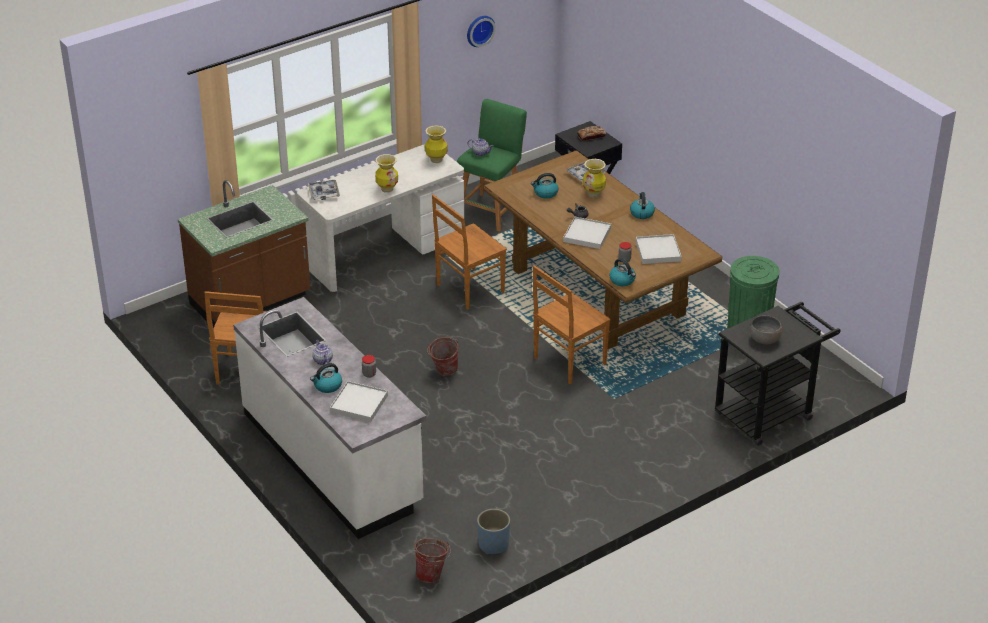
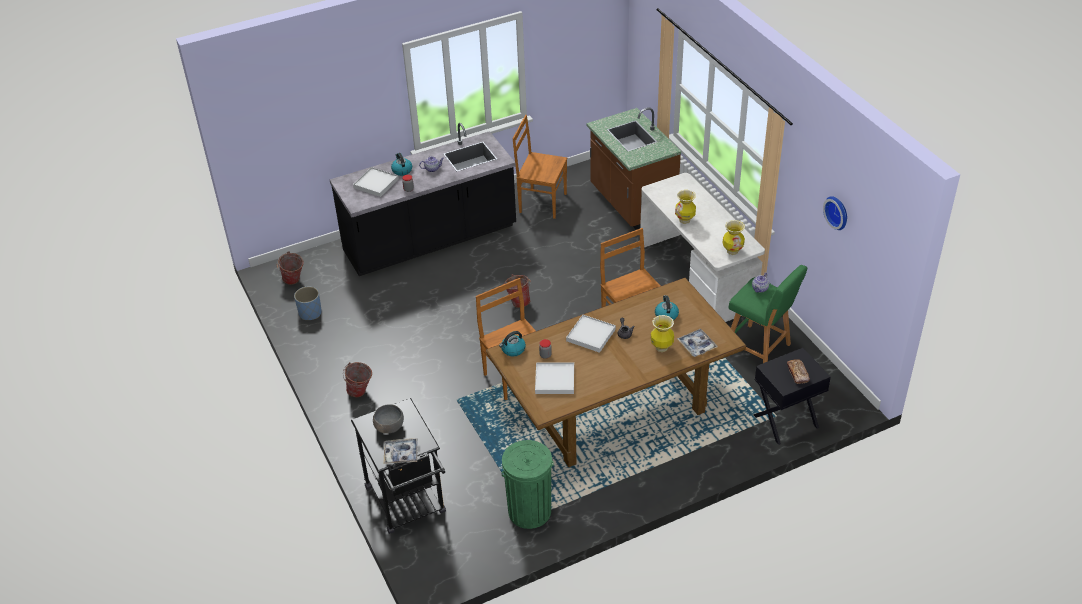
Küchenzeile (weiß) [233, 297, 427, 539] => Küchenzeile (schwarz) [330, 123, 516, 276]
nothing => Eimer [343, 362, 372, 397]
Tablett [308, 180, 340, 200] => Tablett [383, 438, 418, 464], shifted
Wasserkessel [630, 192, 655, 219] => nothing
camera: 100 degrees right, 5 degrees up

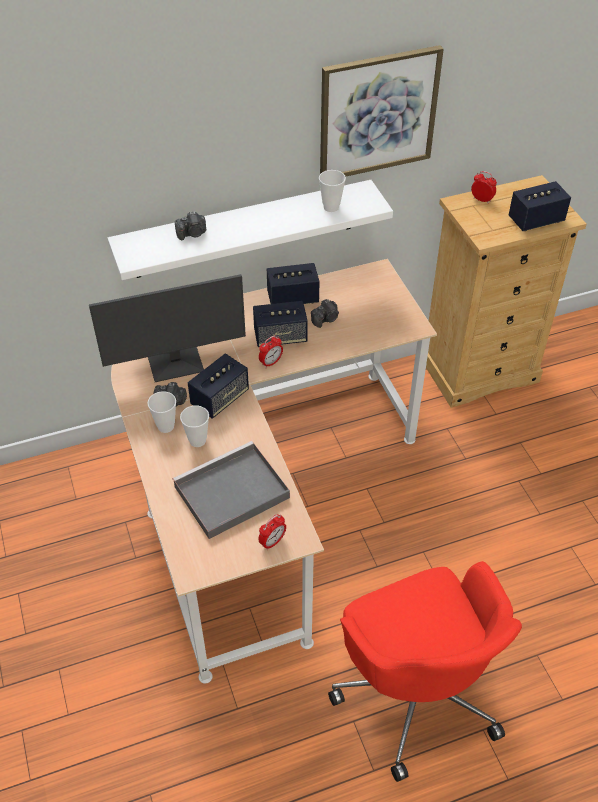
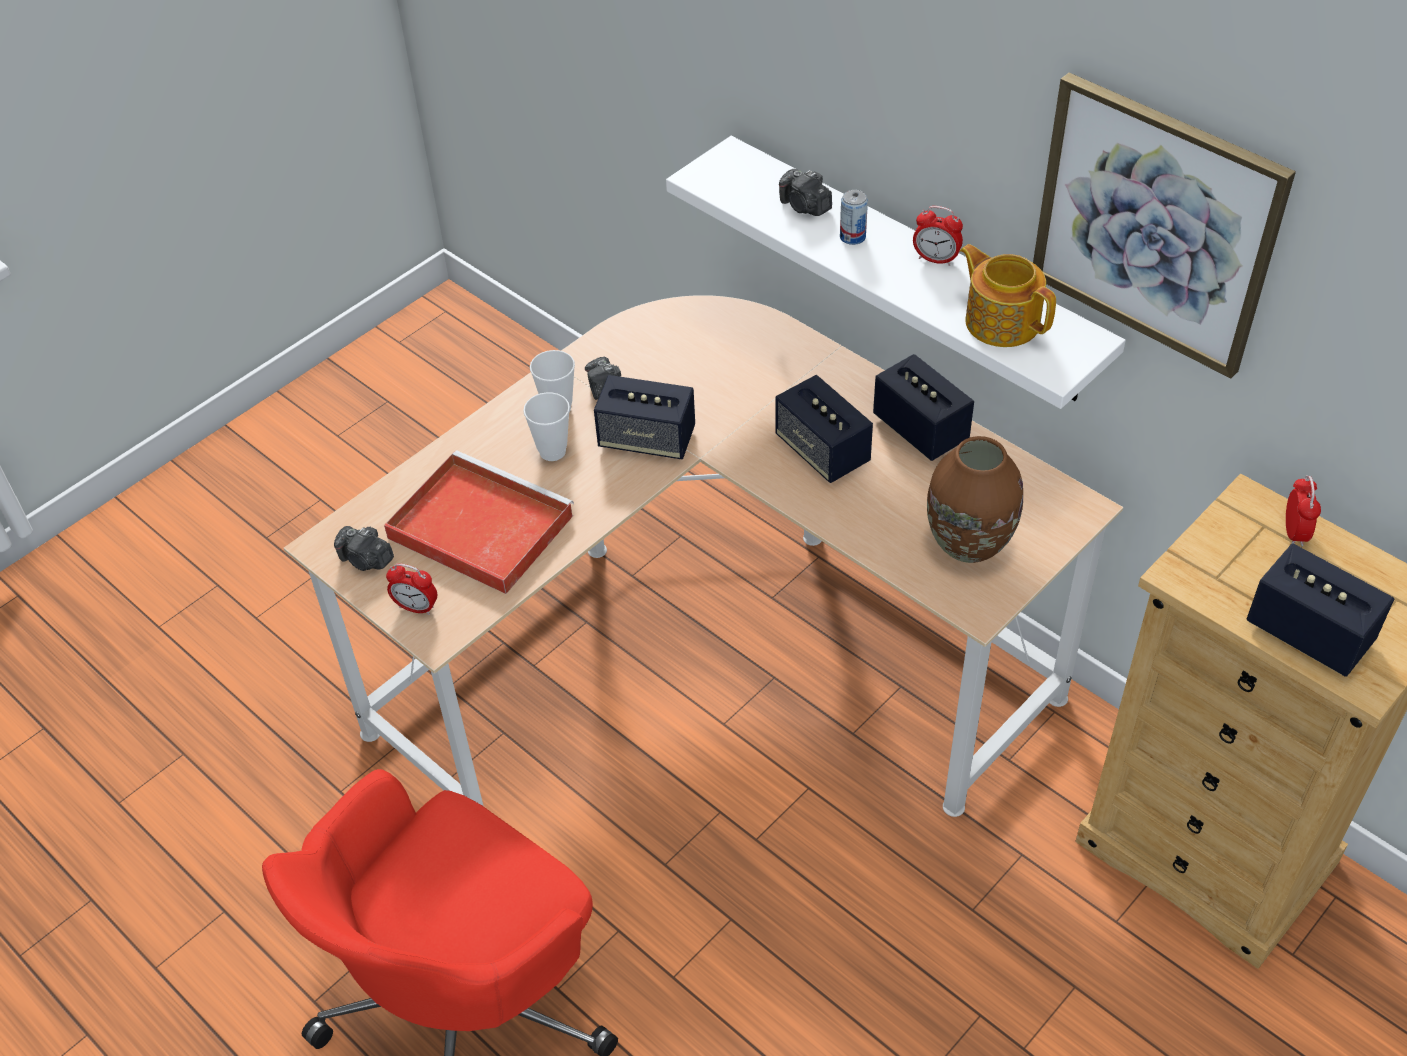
Kamera [311, 299, 339, 328] => Kamera [334, 526, 394, 571], shifted
Tablett (grau) [173, 441, 290, 539] => Tablett (rot) [384, 450, 574, 594]
nothing => Dose [840, 190, 868, 245]
Wecker [259, 335, 283, 368] => Wecker [913, 206, 963, 266], shifted
nothing => Vase (braun) [927, 436, 1023, 563]
Tasse [319, 170, 346, 212] => Teekanne [960, 244, 1056, 347]
Monitor [89, 274, 246, 382] => nothing
camera: 65 degrees right, 0 degrees up

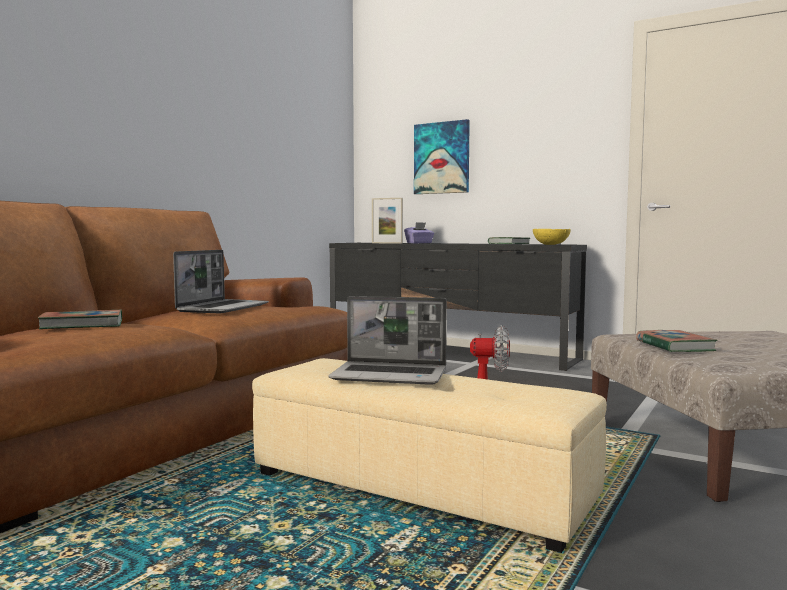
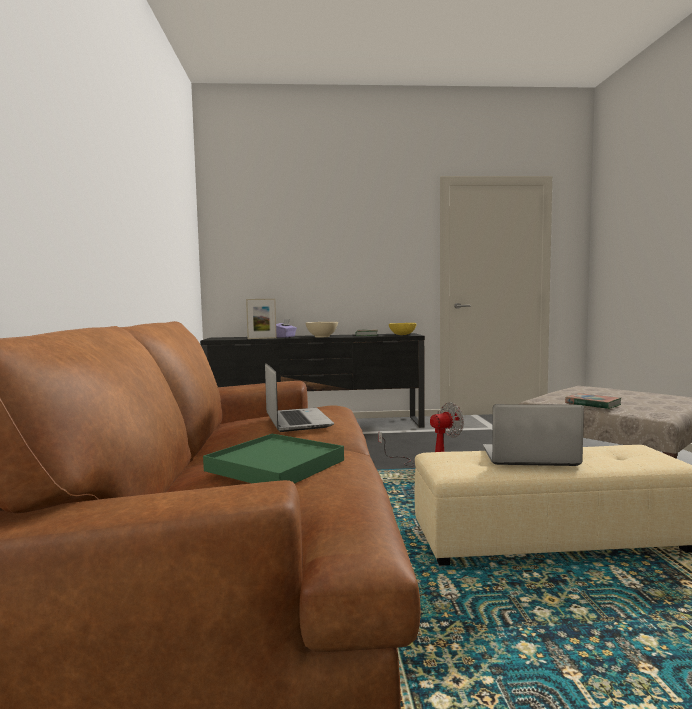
Buch [38, 310, 122, 329] => Tablett (grün) [203, 434, 344, 484]
nothing => Schüssel (beige) [306, 322, 338, 337]
Laptop [328, 296, 447, 385] => Laptop [483, 404, 584, 466], 150 degrees counterclockwise
Bild [414, 119, 470, 194] => nothing
camera: 35 degrees left, 0 degrees up

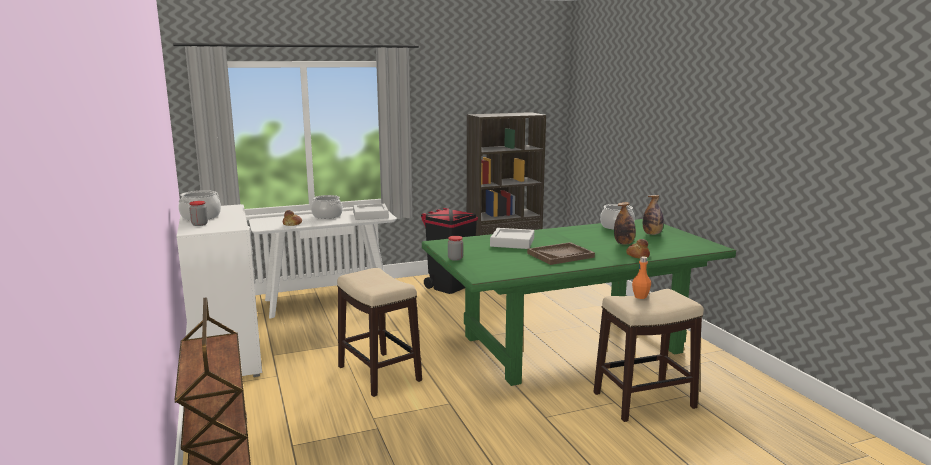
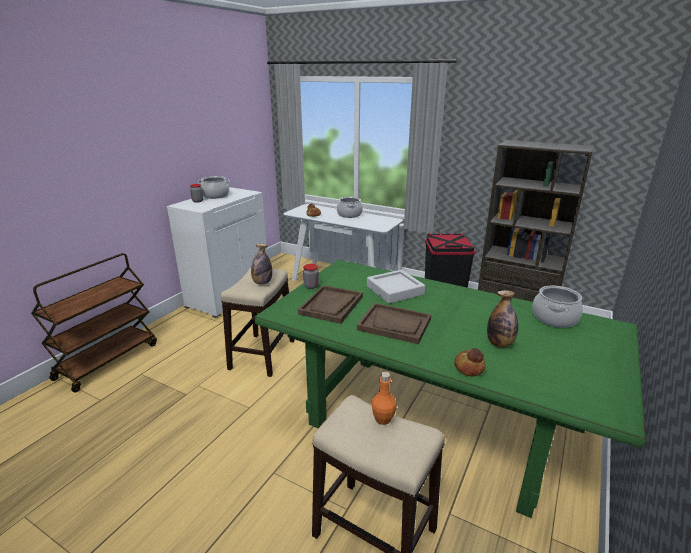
Flasche [643, 195, 664, 235] => Flasche [251, 244, 272, 285], shifted
nothing => Tablett (braun) [298, 285, 363, 324]
Tablett (grau) [353, 204, 389, 220] => nothing
camera: 50 degrees right, 10 degrees up

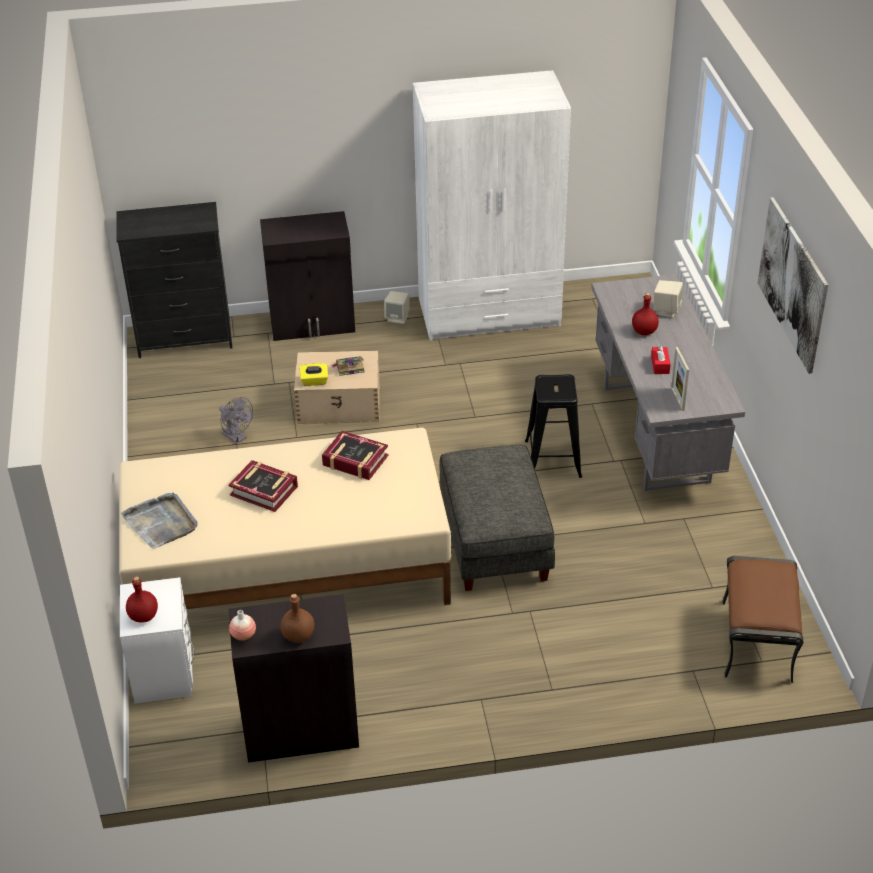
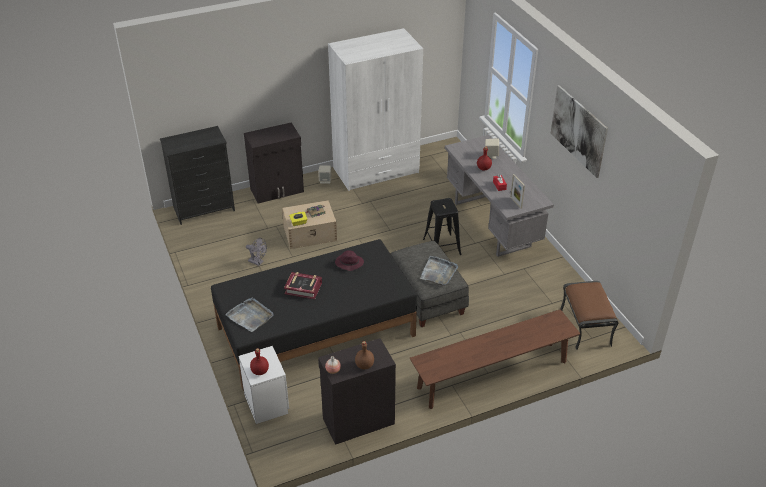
Bett (beige) [119, 428, 451, 609] => Bett (schwarz) [211, 239, 417, 391]
Buch [322, 431, 388, 480] => Hut (lila) [335, 250, 364, 271]
nothing => Bank (braun) [410, 309, 581, 409]
nothing => Tablett (grau) [420, 256, 458, 286]
camera: 15 degrees left, 0 degrees up

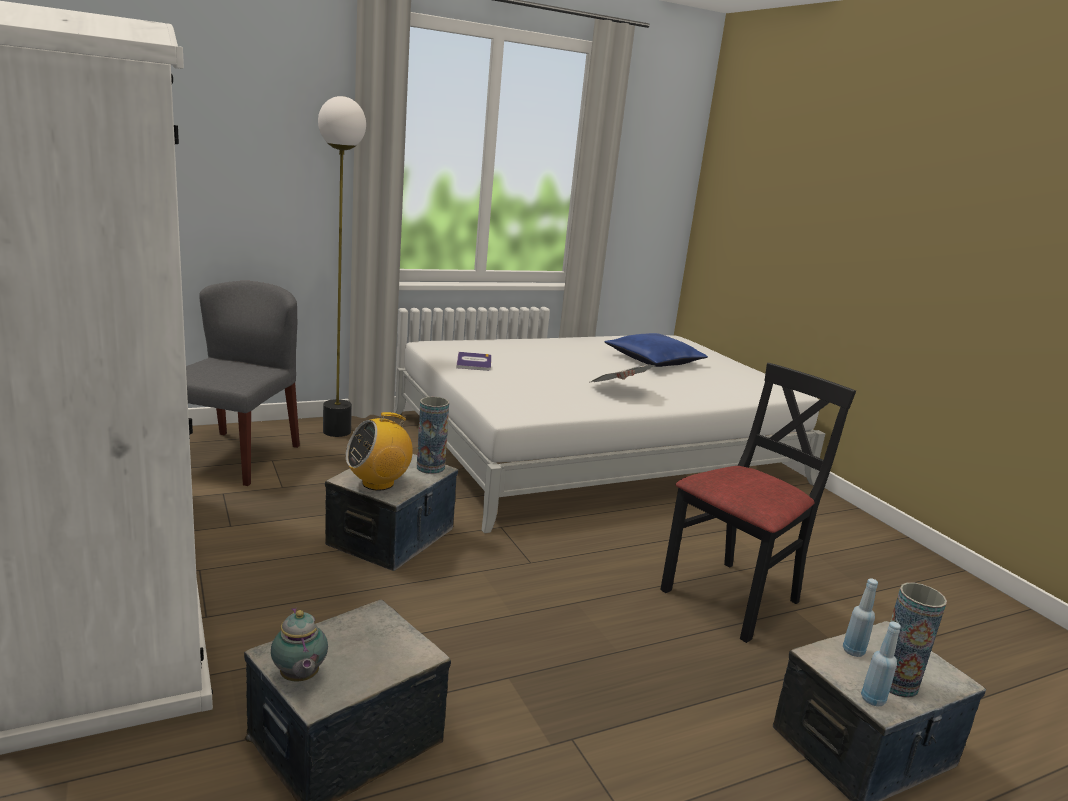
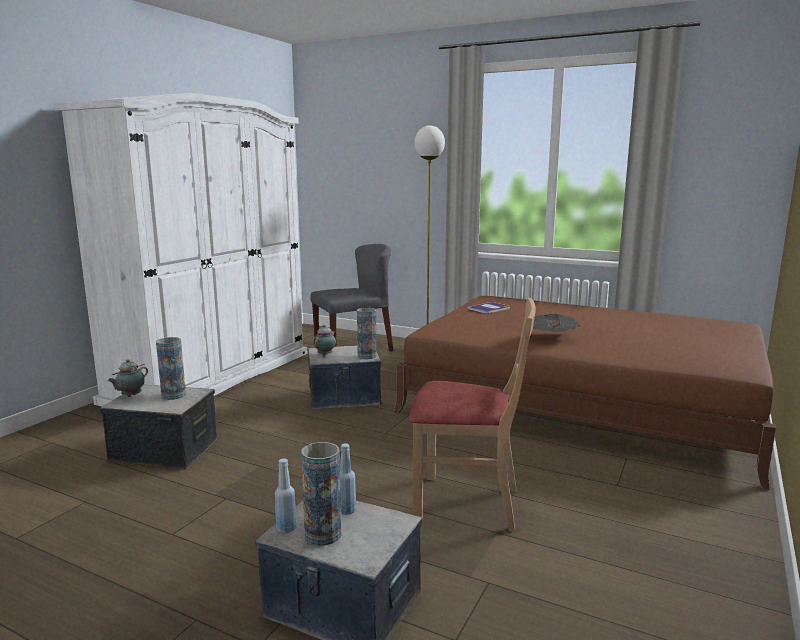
nothing => Vase [156, 337, 186, 400]
Radio [346, 412, 413, 490] => Teekanne [313, 325, 336, 356]
Bett (weiß) [393, 335, 825, 533] => Bett (braun) [393, 296, 776, 490]
Stuhl (schwarz) [660, 363, 856, 643] => Stuhl (beige) [409, 298, 536, 532]
Kissen (blau) [605, 333, 708, 367] => nothing
camera: 55 degrees right, 5 degrees down

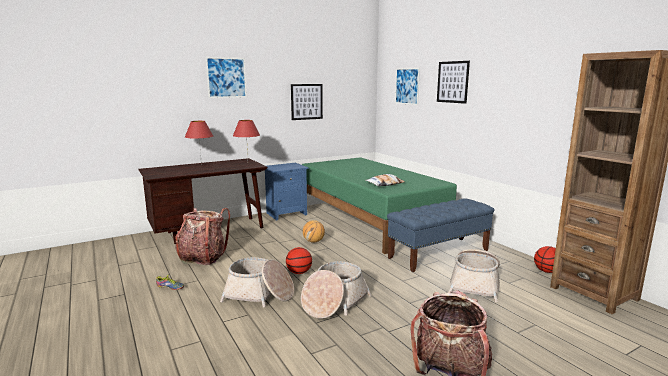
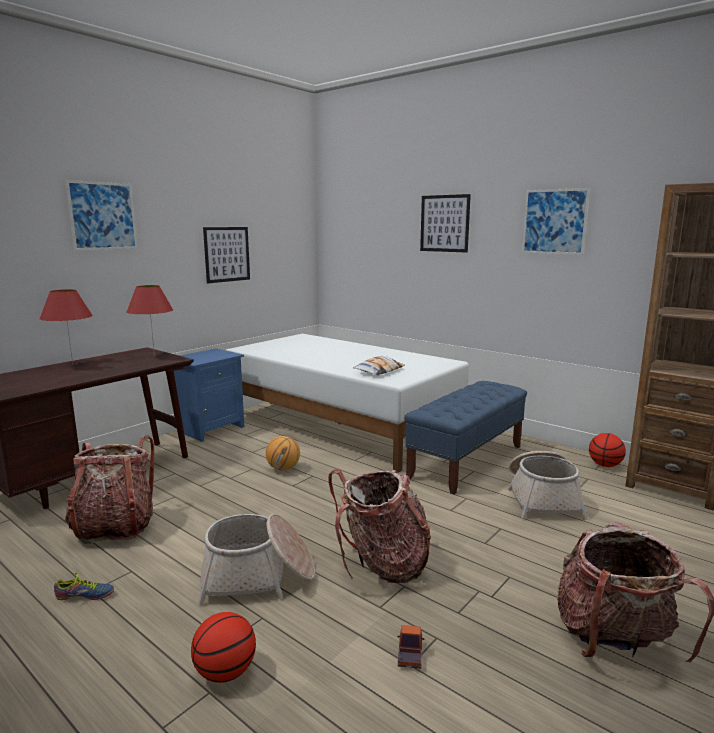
Basketball [286, 247, 312, 274] => Basketball [191, 612, 256, 683], shifted
Bett (grün) [302, 157, 457, 254] => Bett (weiß) [226, 334, 469, 473]
Korb [301, 261, 372, 319] => Rucksack [328, 469, 431, 583]
nothing => Spielzeuglaster [397, 625, 425, 669]
Bild [395, 68, 420, 105] => Bild [522, 188, 590, 255], shifted
camera: 20 degrees left, 0 degrees up

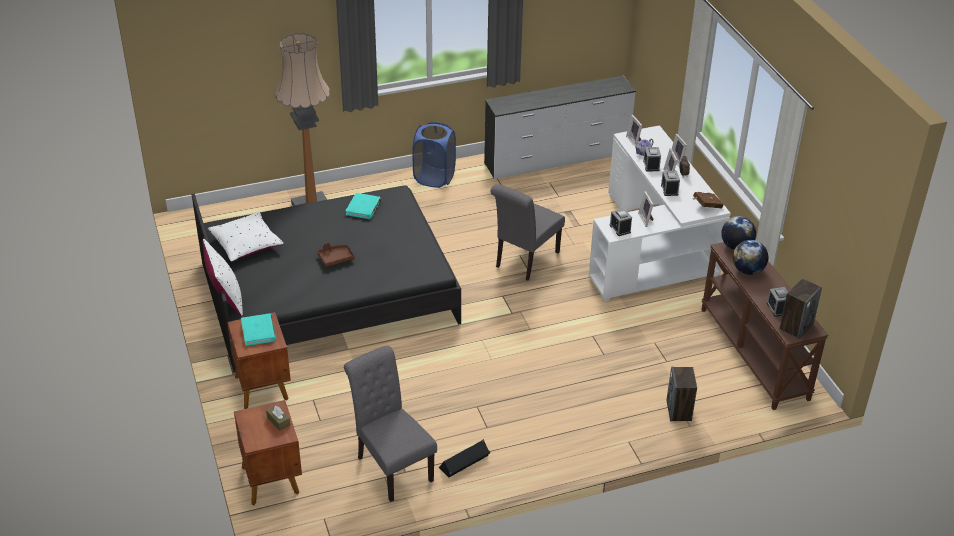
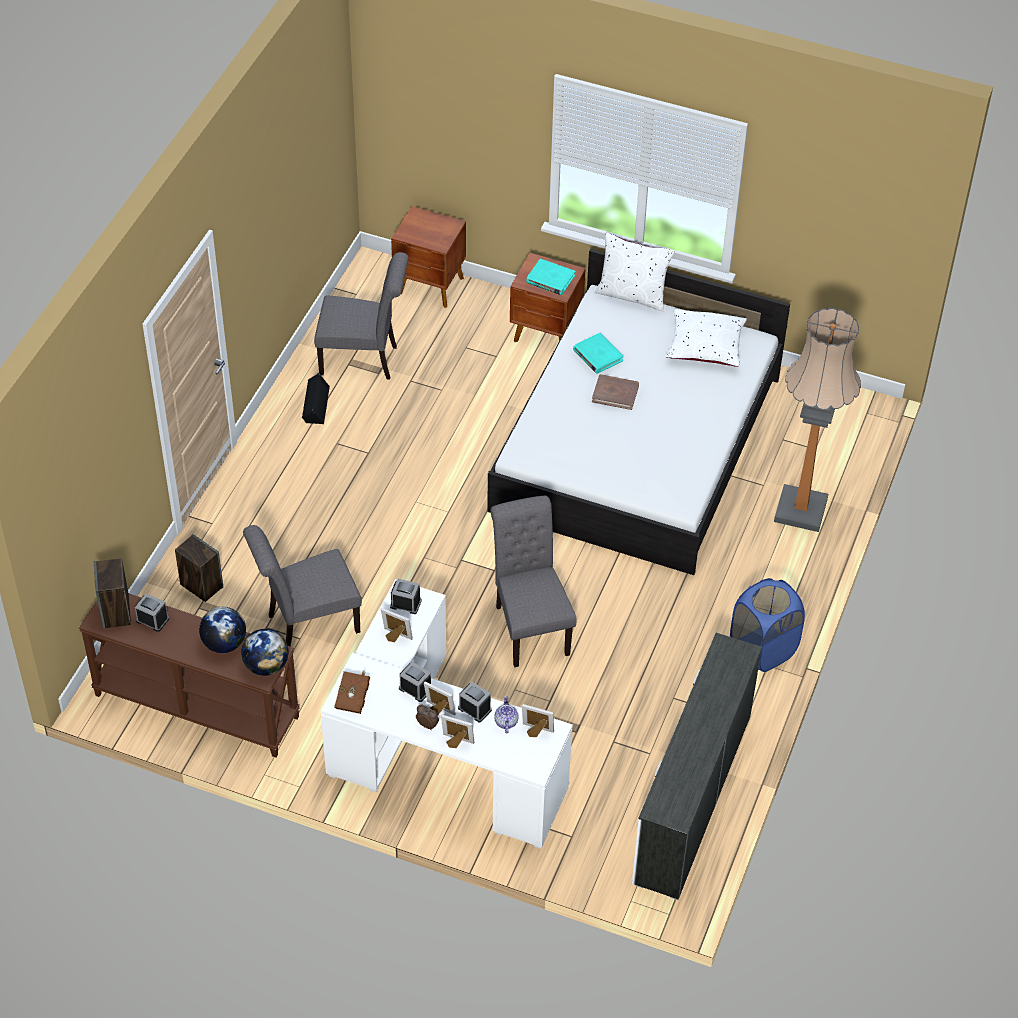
nothing => Stuhl (grau) [243, 525, 362, 646]
Bett (schwarz) [192, 185, 461, 373] => Bett (weiß) [487, 249, 790, 575]
Buch (türkis) [346, 193, 381, 219] => Buch (türkis) [573, 333, 624, 374], shifted
Tablett (braun) [317, 242, 355, 267] => Buch (braun) [592, 374, 639, 410]
Taschentuchbox (braun) [266, 405, 290, 431] => nothing
camera: 130 degrees right, 10 degrees up

